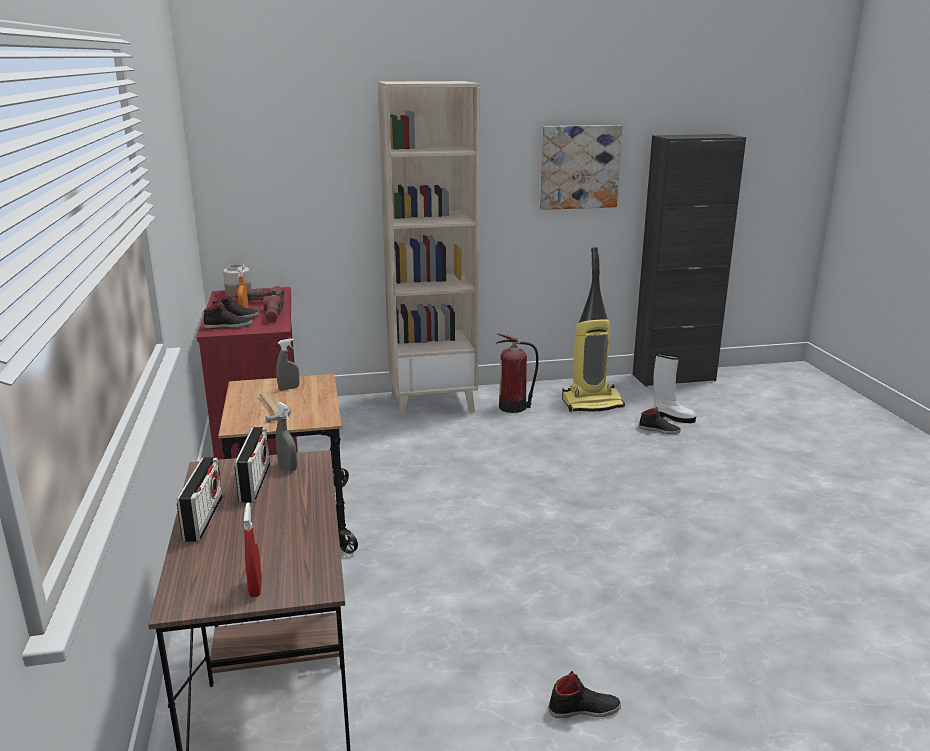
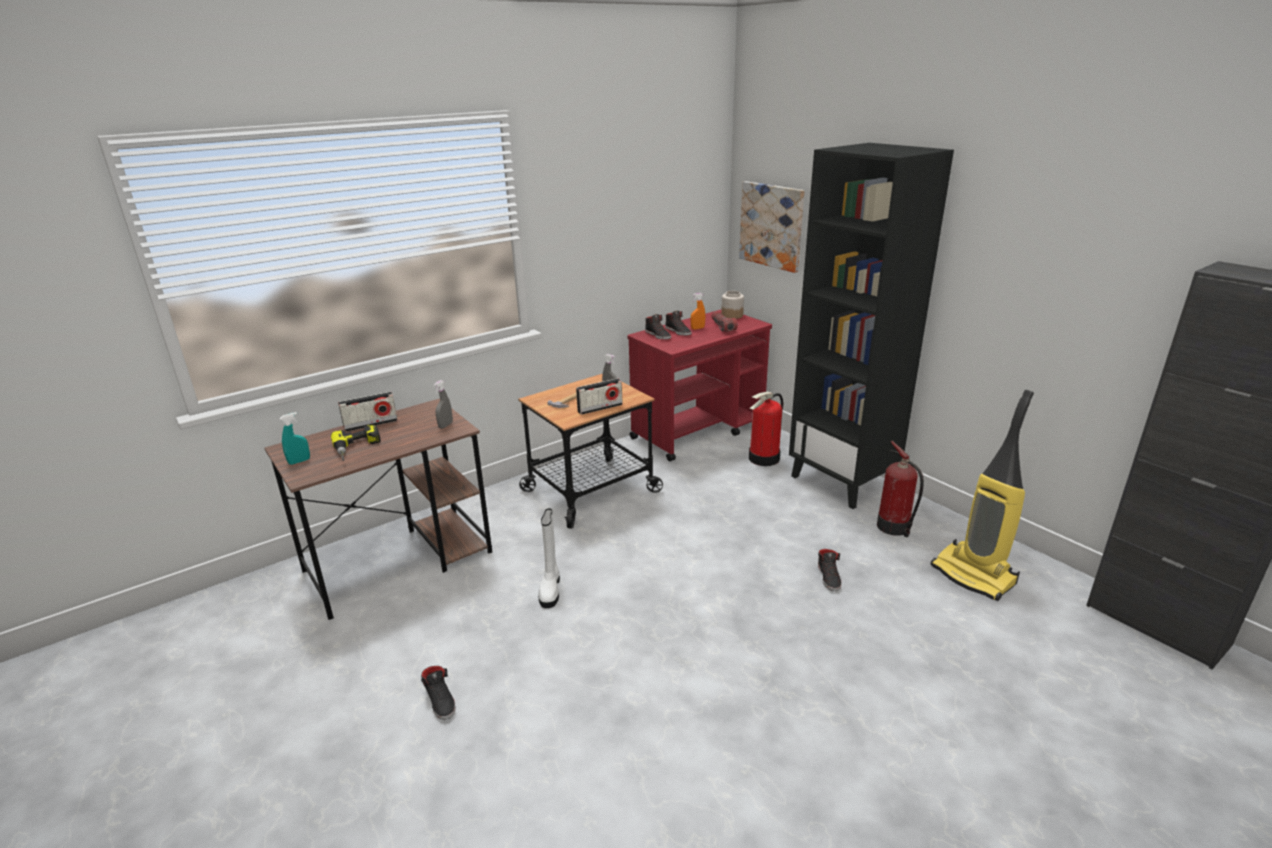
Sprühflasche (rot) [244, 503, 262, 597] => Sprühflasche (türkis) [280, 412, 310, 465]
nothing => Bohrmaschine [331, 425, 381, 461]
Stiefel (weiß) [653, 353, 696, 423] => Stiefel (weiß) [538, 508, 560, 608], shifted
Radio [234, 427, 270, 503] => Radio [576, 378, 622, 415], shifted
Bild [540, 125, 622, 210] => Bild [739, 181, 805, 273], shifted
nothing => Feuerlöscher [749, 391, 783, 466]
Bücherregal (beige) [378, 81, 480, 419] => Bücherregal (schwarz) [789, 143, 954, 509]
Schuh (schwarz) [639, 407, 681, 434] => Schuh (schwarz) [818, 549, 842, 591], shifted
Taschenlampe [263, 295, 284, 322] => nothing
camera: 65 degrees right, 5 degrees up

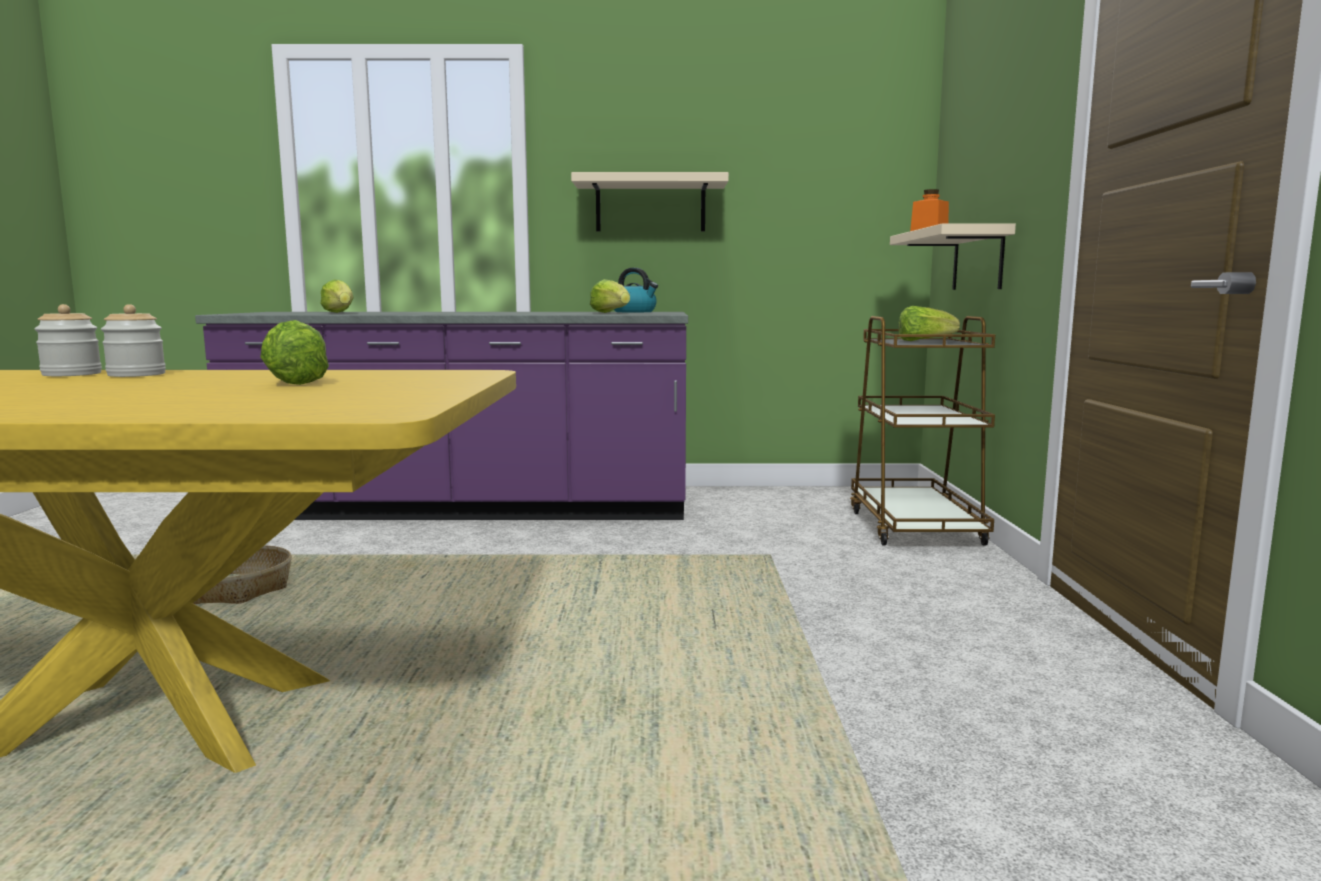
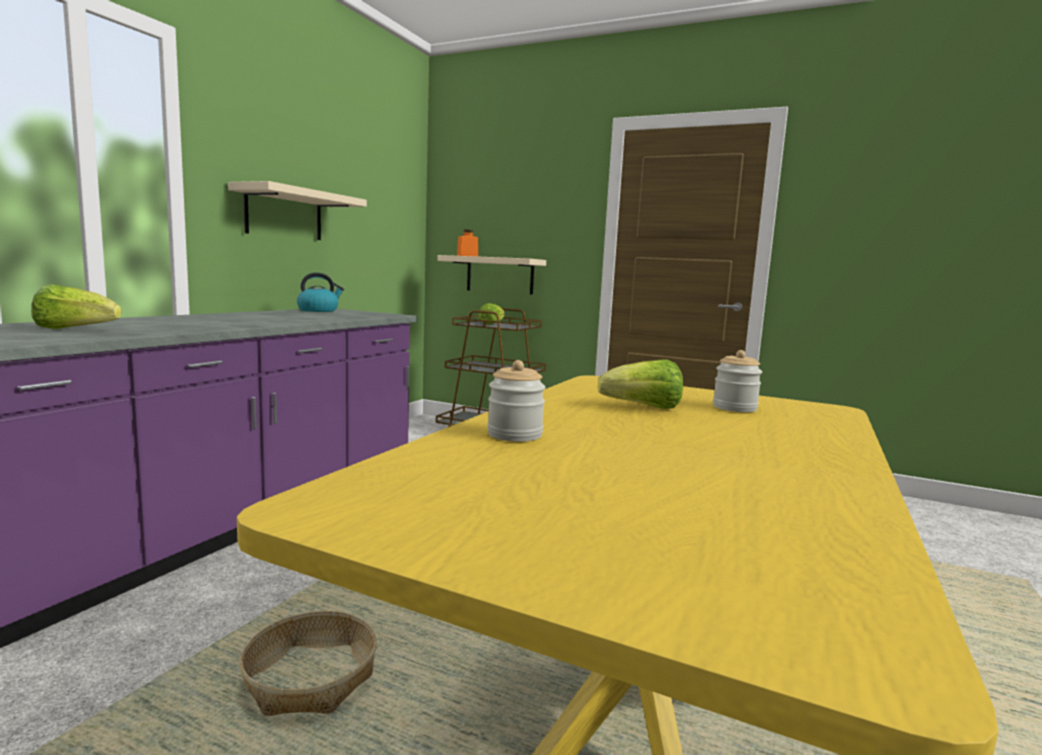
Vorratsglas [34, 304, 102, 376] => Vorratsglas [713, 350, 762, 412], shifted
Salatkopf [590, 279, 630, 313] => nothing
camera: 65 degrees left, 0 degrees up

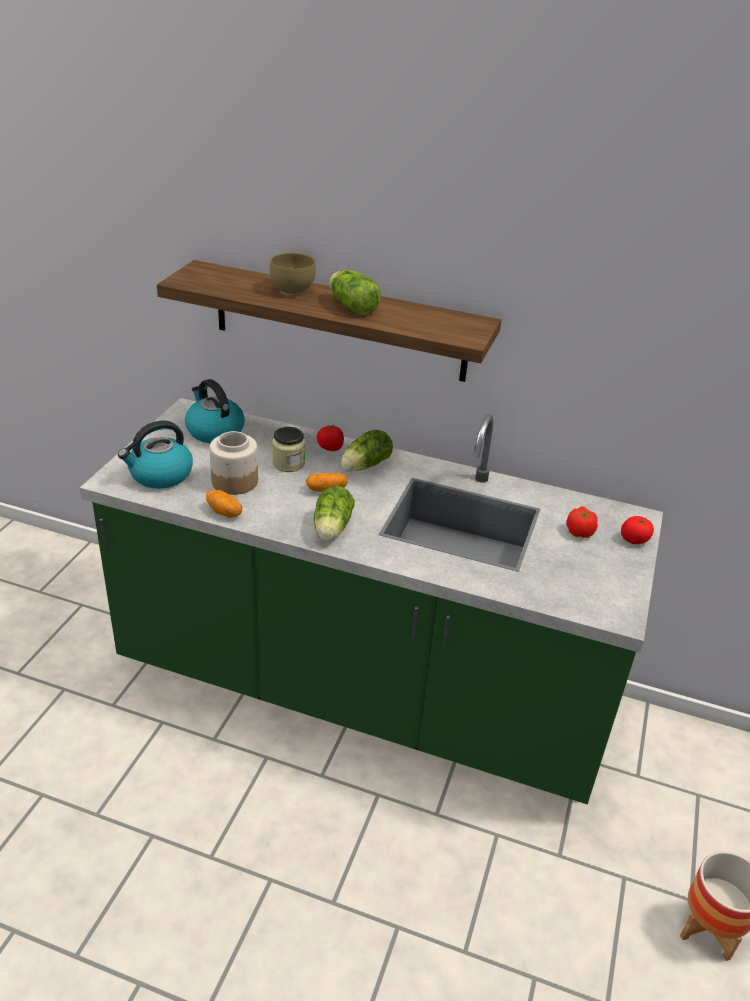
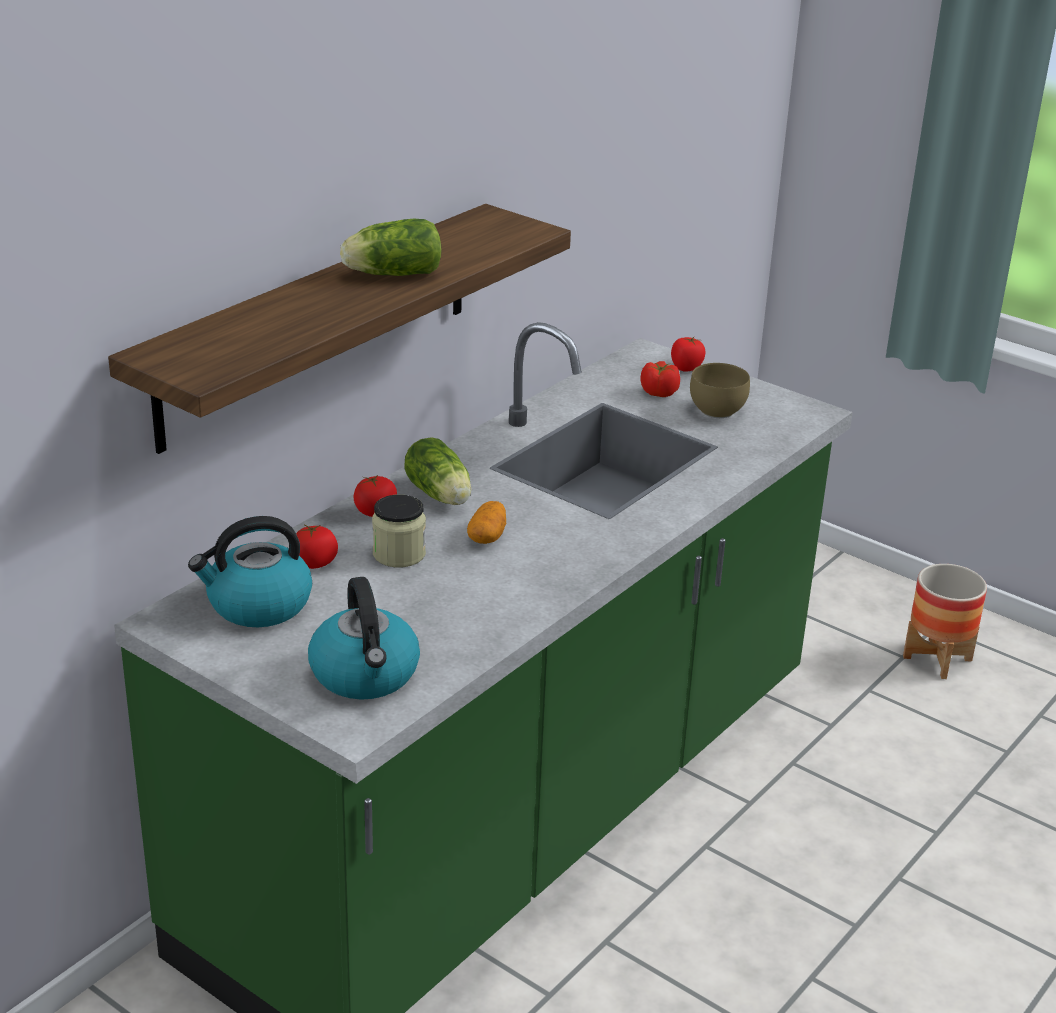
nothing => Tomate [296, 524, 338, 569]
Schüssel (braun) [270, 253, 316, 295] => Schüssel (braun) [690, 363, 750, 418], shifted
Kartoffel [206, 490, 242, 518] => nothing
Vorratsglas [210, 431, 258, 495] => nothing
Salatkopf [314, 486, 355, 541] => nothing
camera: 70 degrees left, 5 degrees down

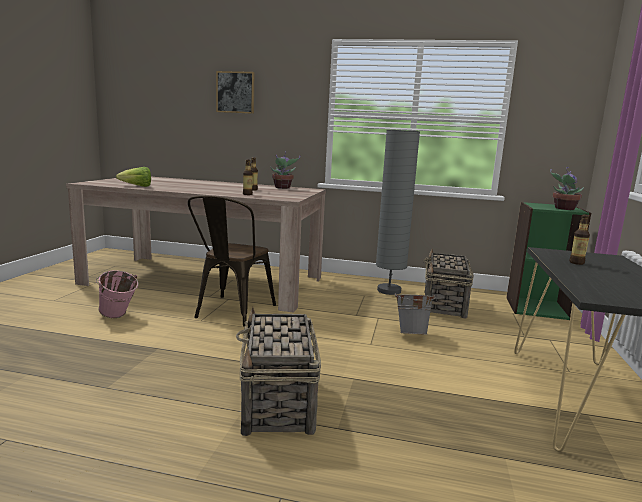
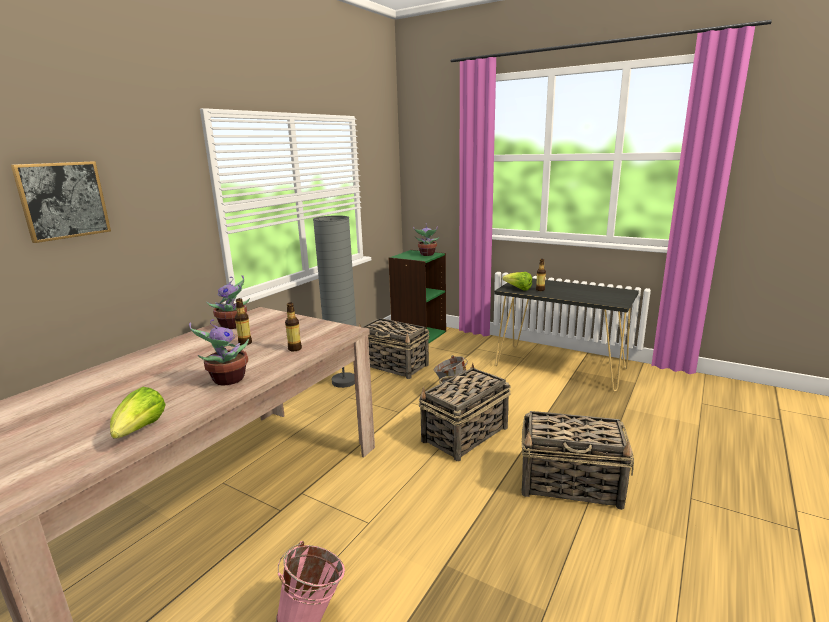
nothing => Topfpflanze [189, 319, 249, 386]
nothing => Korb [419, 363, 511, 461]
nothing => Salatkopf [502, 272, 532, 291]
Stuhl (braun) [188, 196, 276, 326] => nothing
camera: 70 degrees left, 5 degrees up

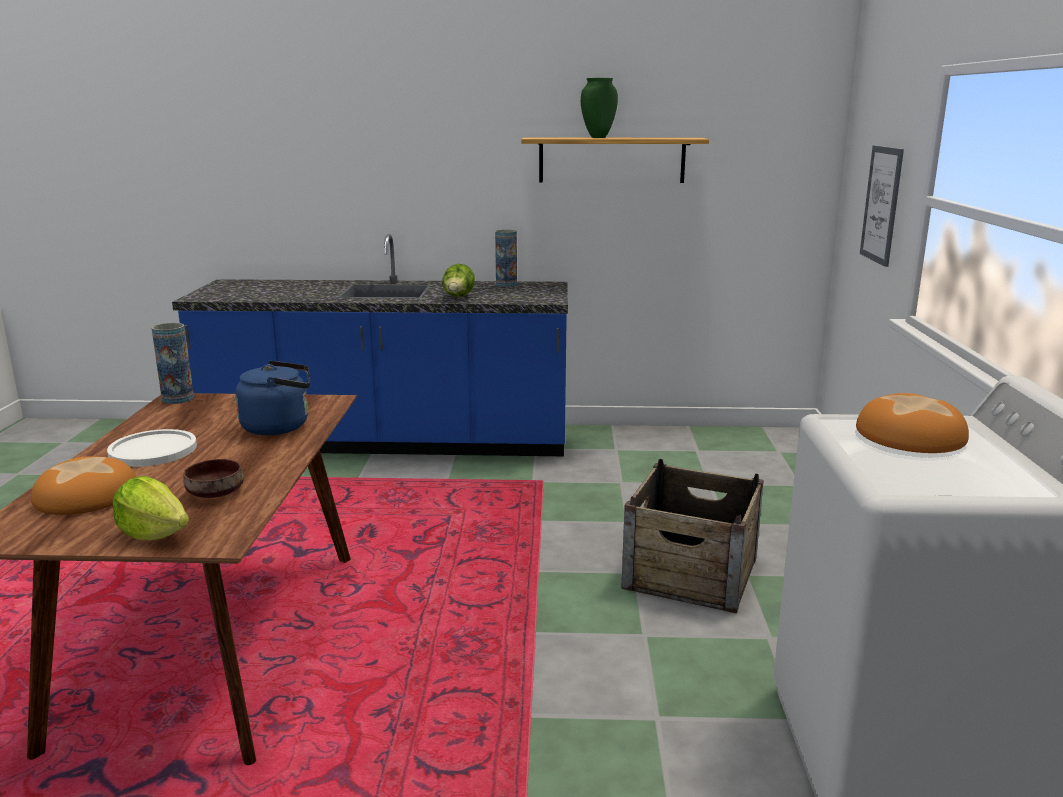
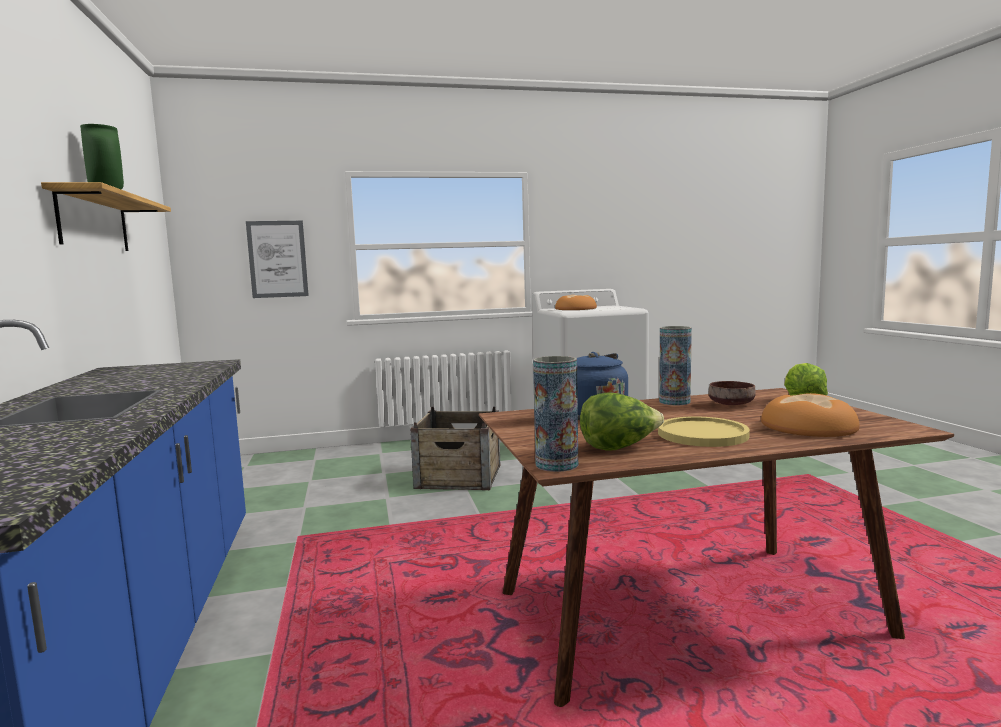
Salatkopf [442, 264, 475, 297] => Salatkopf [580, 392, 664, 450], shifted
Teller (weiß) [107, 429, 197, 467] => Teller (gelb) [658, 416, 750, 447]
Vase [495, 230, 517, 287] => Vase [659, 326, 692, 405], shifted
camera: 105 degrees left, 10 degrees down

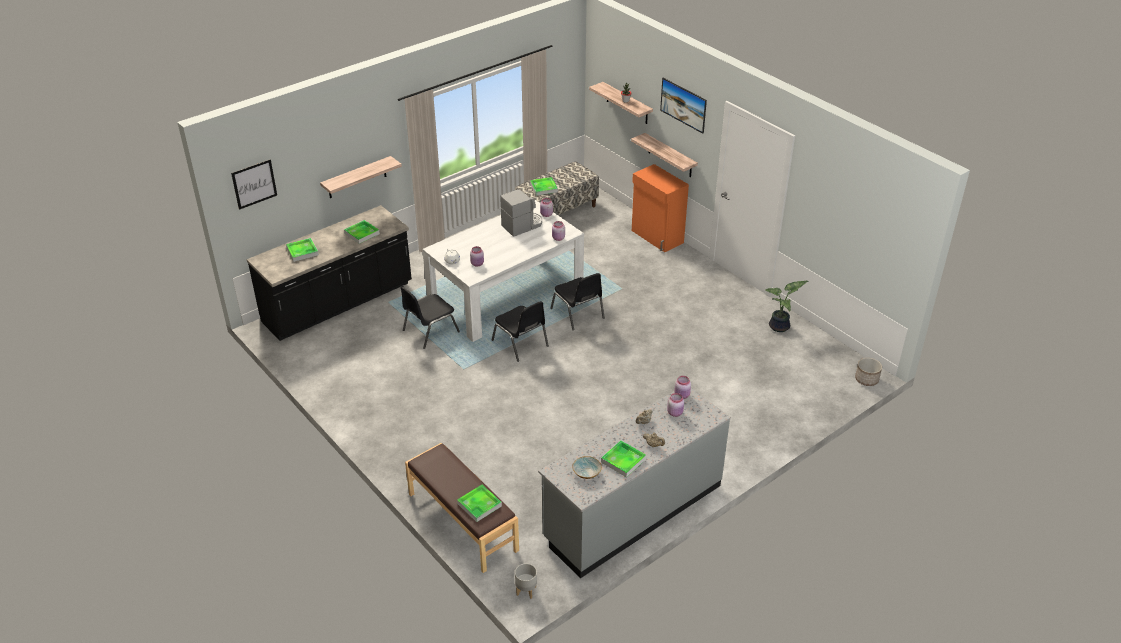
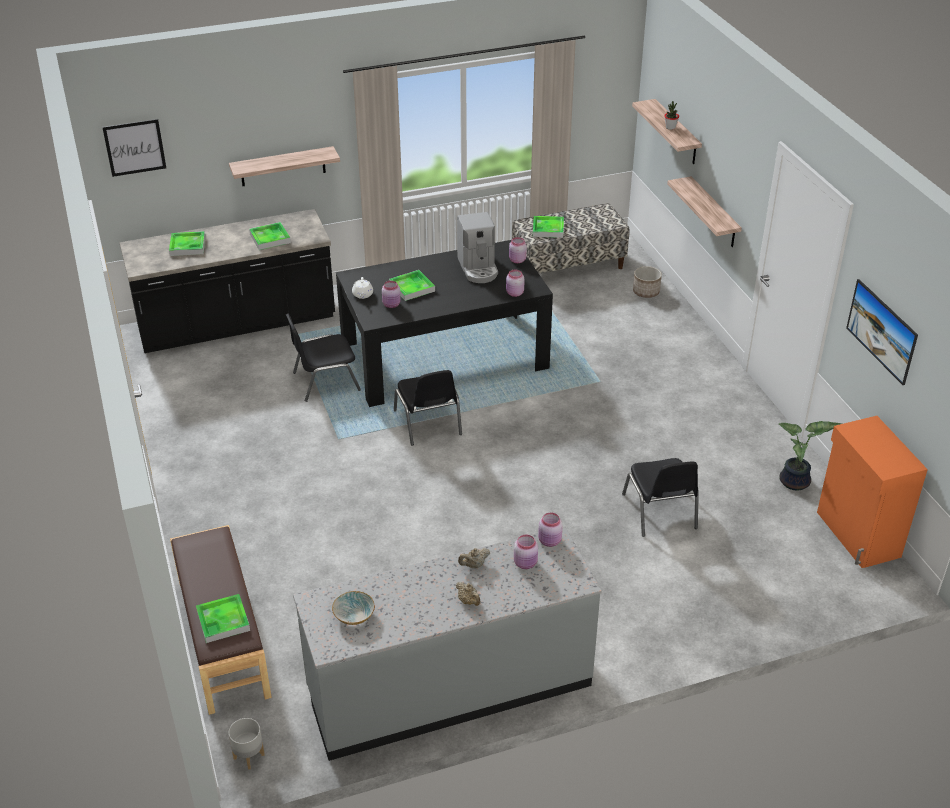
Esstisch (weiß) [422, 200, 584, 342] => Esstisch (schwarz) [336, 240, 553, 407]
Tablett [601, 440, 646, 477] => Tablett [389, 270, 435, 301], shifted
Kaffeemaschine [500, 189, 542, 237] => Kaffeemaschine [457, 212, 498, 283], 90 degrees clockwise
Stuhl (schwarz) [550, 273, 605, 330] => Stuhl (schwarz) [622, 458, 699, 537], shifted
Pflanzkübel [855, 358, 882, 386] => Pflanzkübel [633, 266, 662, 298], shifted
Schrank (orange) [632, 164, 689, 252] => Schrank (orange) [817, 416, 928, 568], shifted
Bild [660, 78, 707, 134] => Bild [846, 279, 918, 385], shifted
camera: 20 degrees right, 0 degrees up

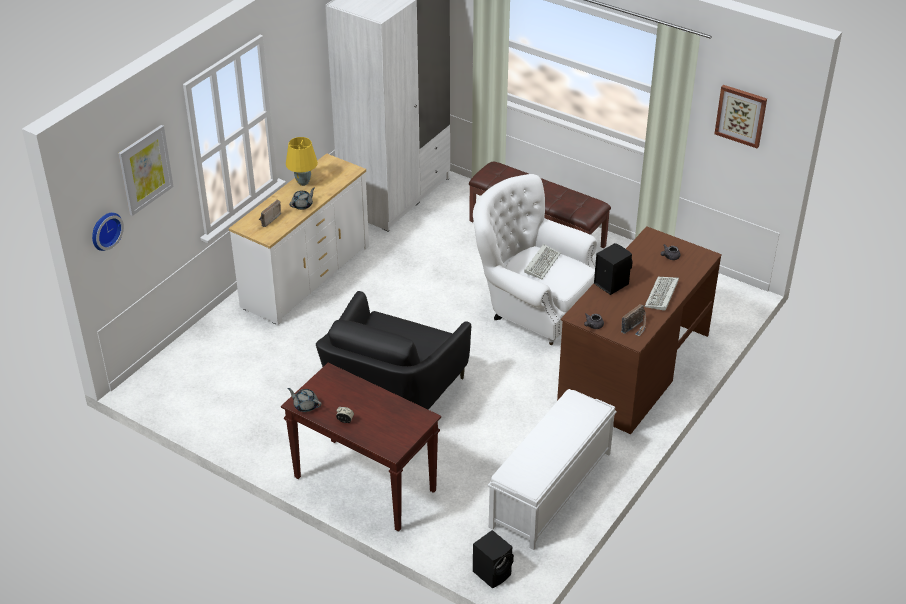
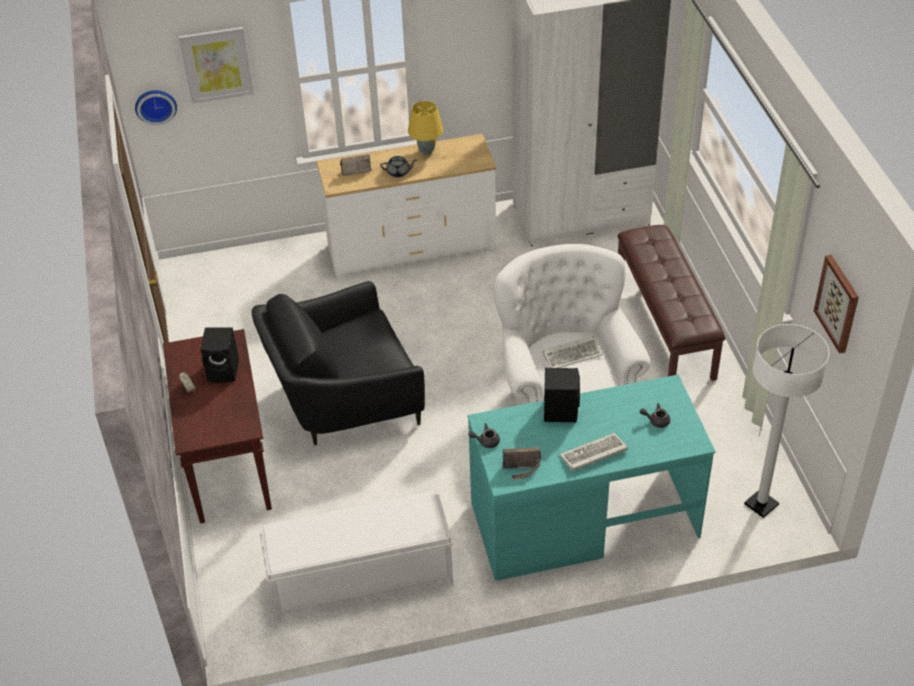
Lautsprecher (schwarz) [473, 530, 514, 588] => Lautsprecher (schwarz) [200, 327, 239, 382], shifted
Schreibtisch (braun) [557, 226, 722, 434] => Schreibtisch (türkis) [467, 375, 716, 581]
nothing => Stehlampe (weiß) [744, 324, 830, 518]
Teekanne (grau) [287, 388, 322, 412] => nothing
camera: 45 degrees right, 5 degrees up

